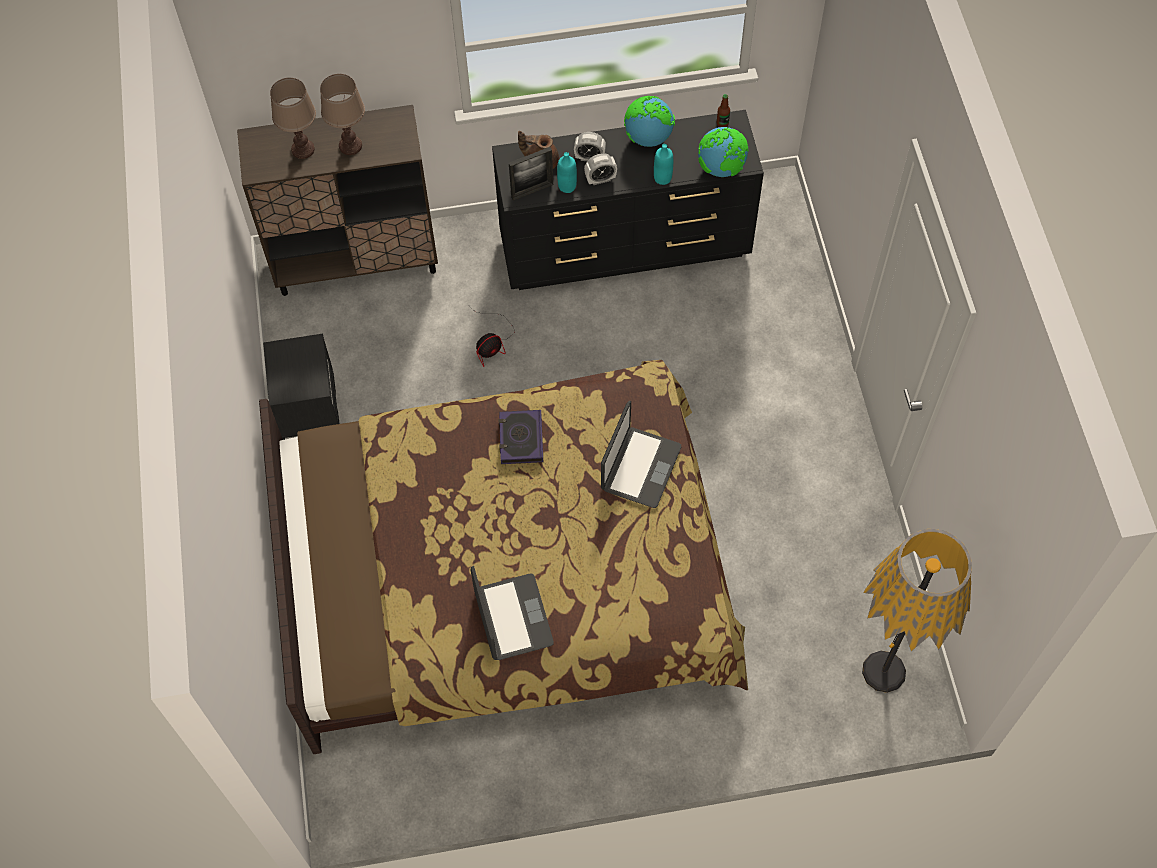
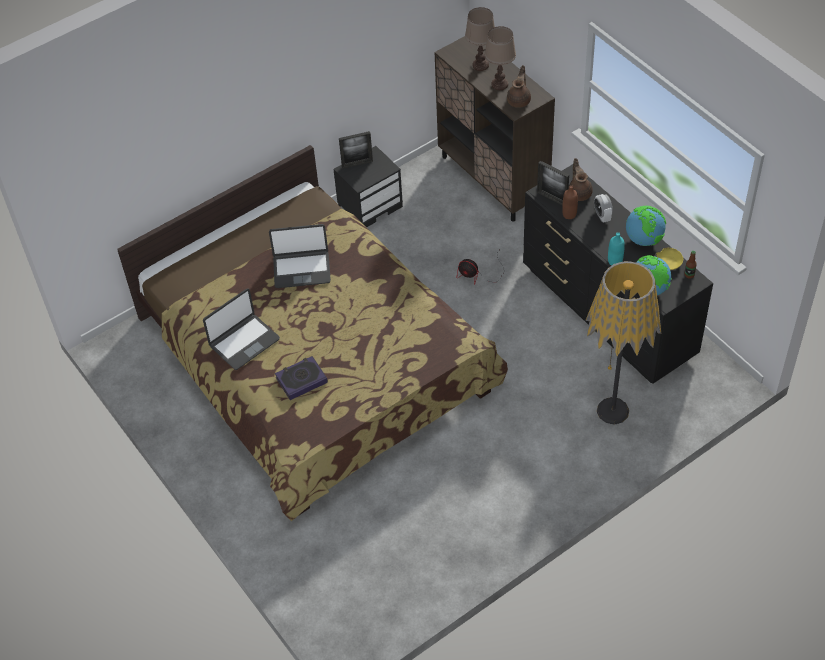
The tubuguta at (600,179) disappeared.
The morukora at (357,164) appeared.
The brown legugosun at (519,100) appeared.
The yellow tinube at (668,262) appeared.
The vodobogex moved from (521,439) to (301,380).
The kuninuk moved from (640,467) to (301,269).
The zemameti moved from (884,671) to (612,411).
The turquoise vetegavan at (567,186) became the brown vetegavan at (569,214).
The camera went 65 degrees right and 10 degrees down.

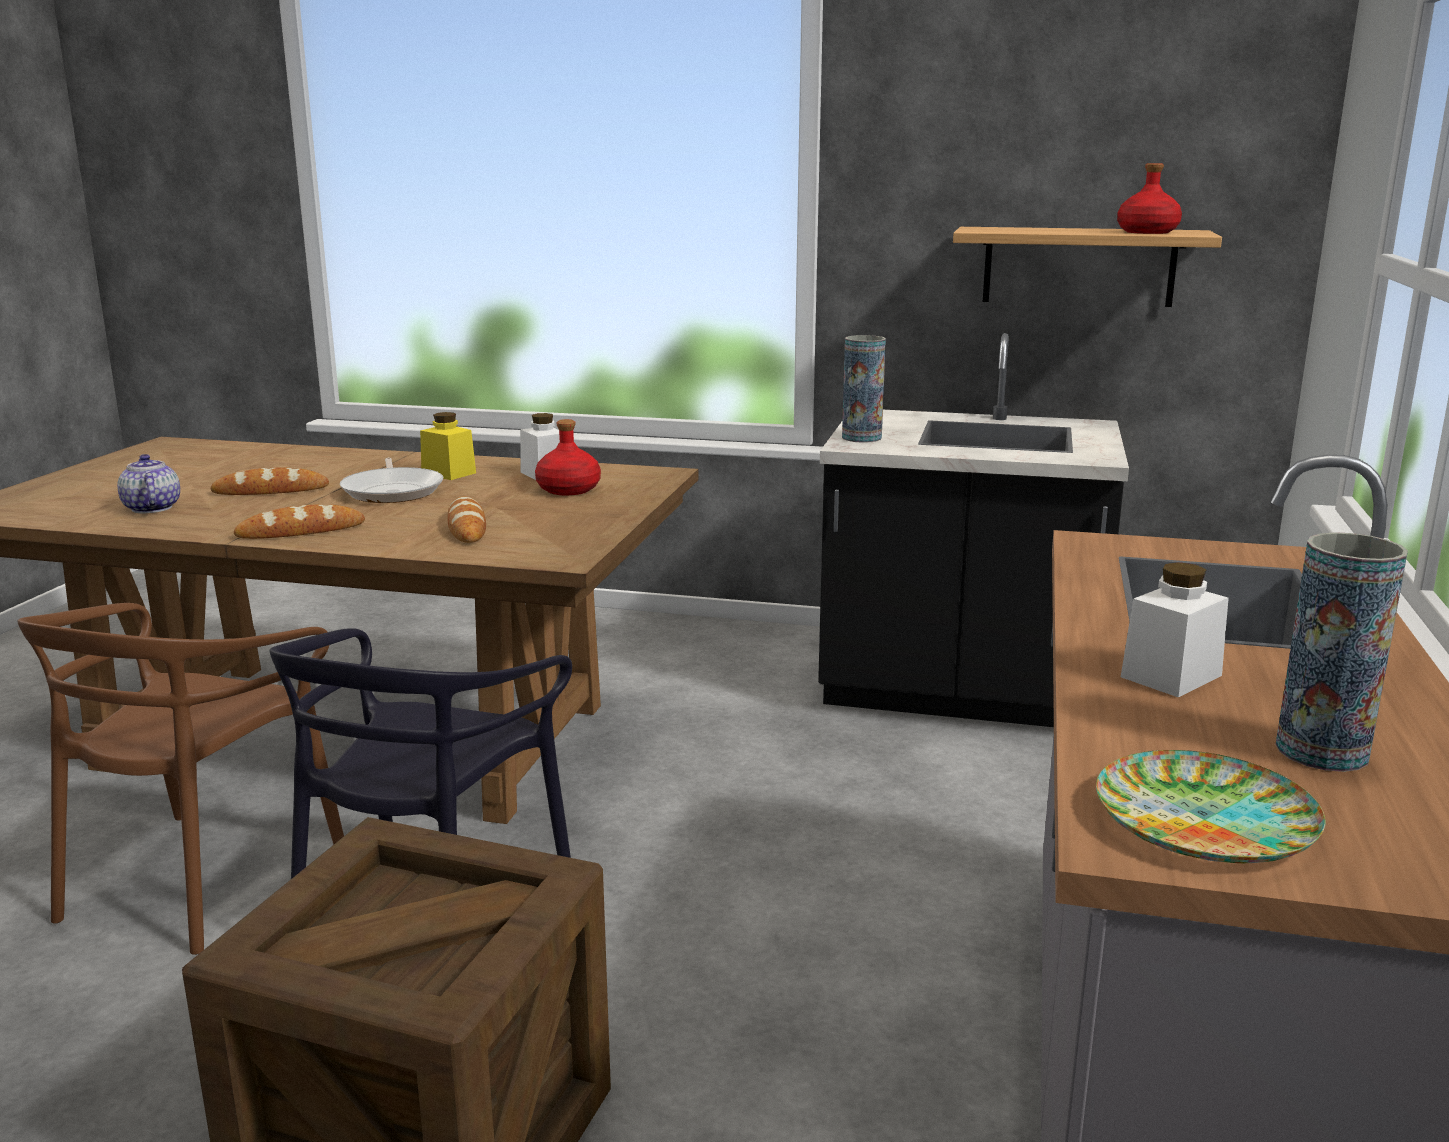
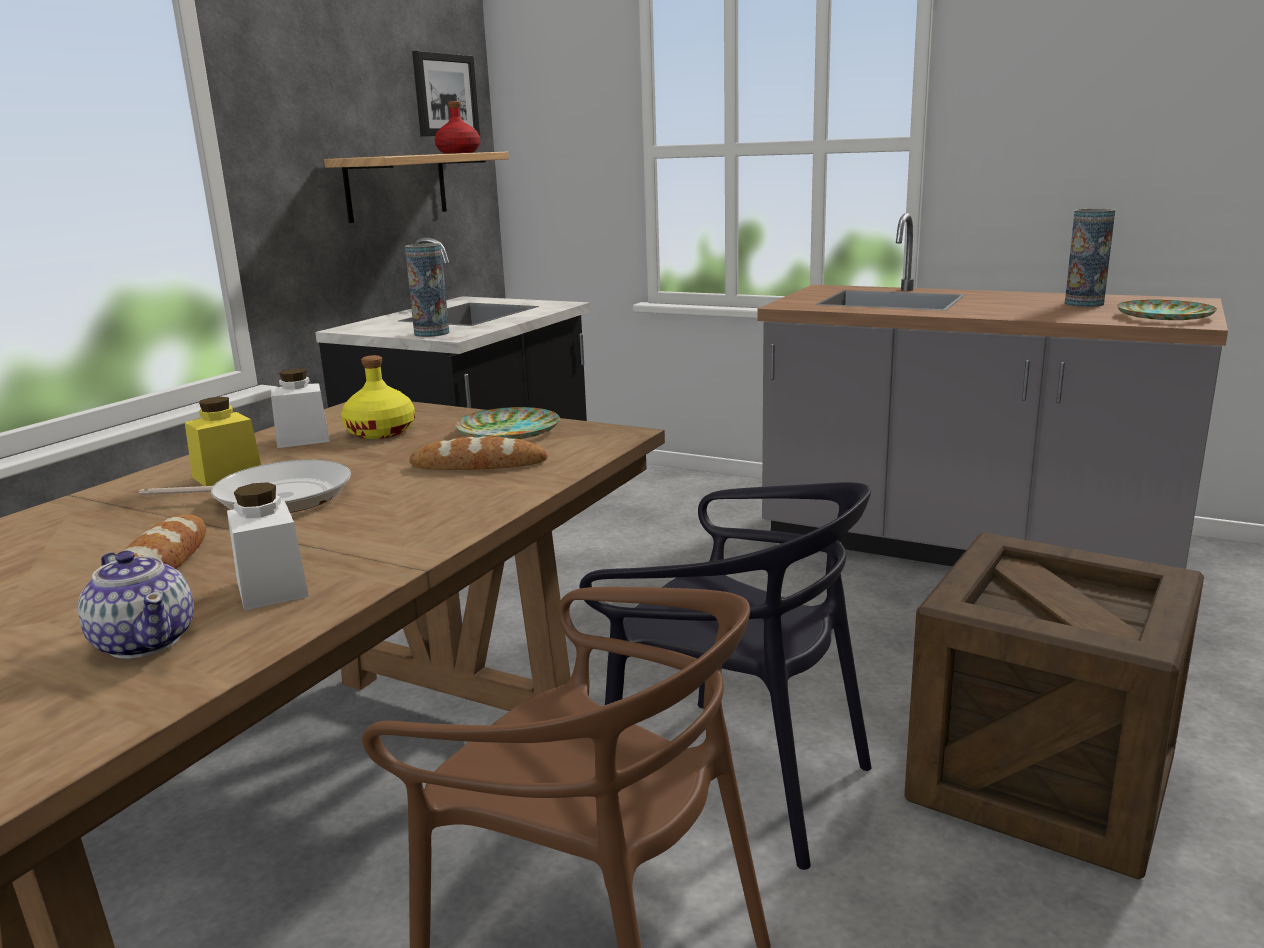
The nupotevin at (301,531) disappeared.
The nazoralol at (445,95) appeared.
The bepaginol at (508,431) appeared.
The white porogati moved from (1171,676) to (272,588).
The red vetegavan at (569,489) became the yellow vetegavan at (381,432).
The legugosun at (151,508) turned 120 degrees counterclockwise.
The camera went 75 degrees left and 0 degrees up.

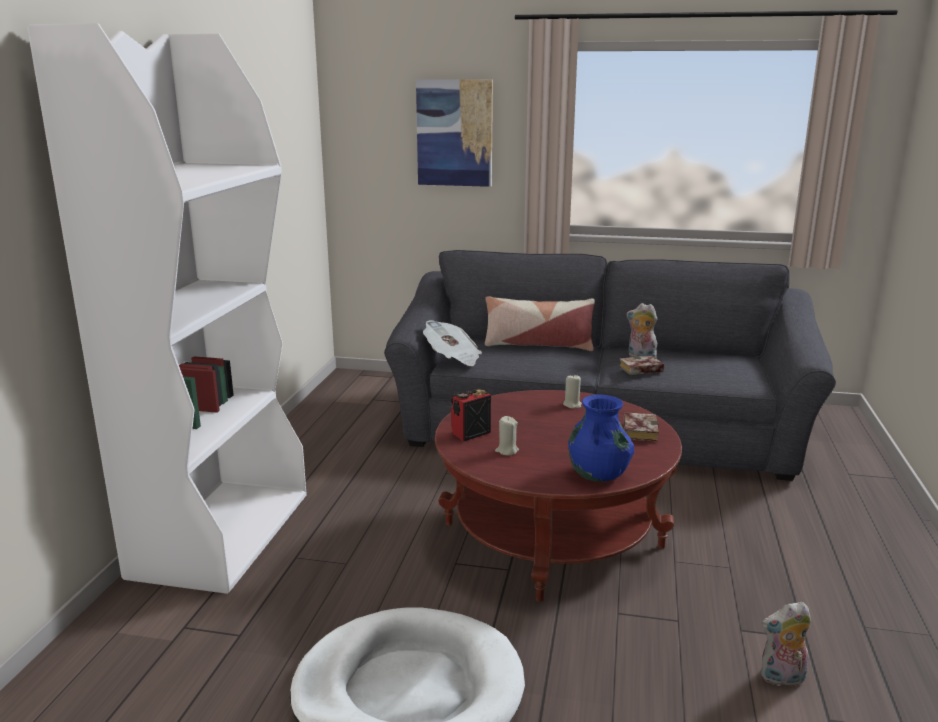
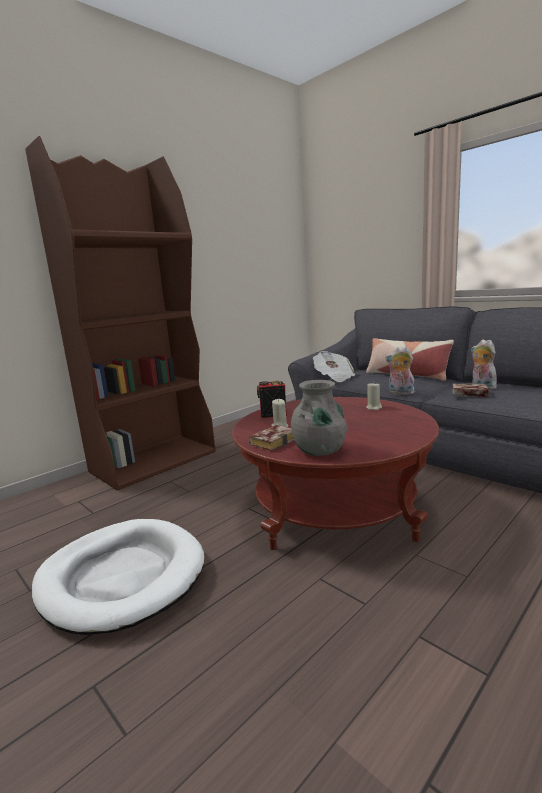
The nazoralol at (454,133) disappeared.
The vodobogex moved from (638,431) to (274,441).
The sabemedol moved from (782,678) to (400,393).
The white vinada at (222,533) became the brown vinada at (154,461).
The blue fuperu at (598,475) became the grey fuperu at (319,451).
The camera went 35 degrees right and 5 degrees down.

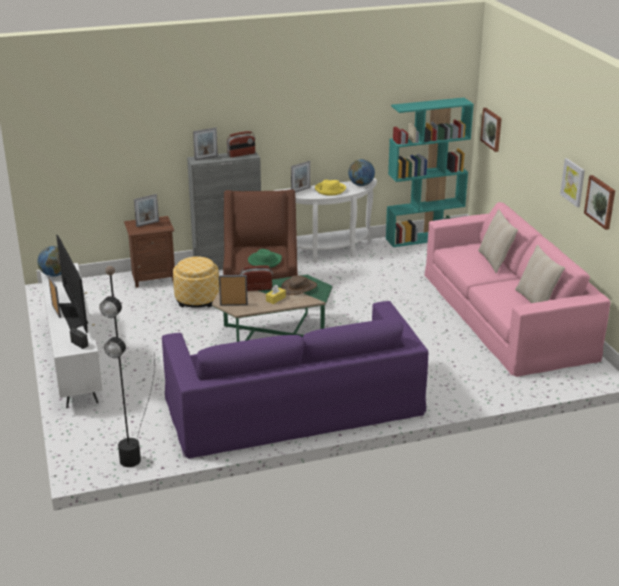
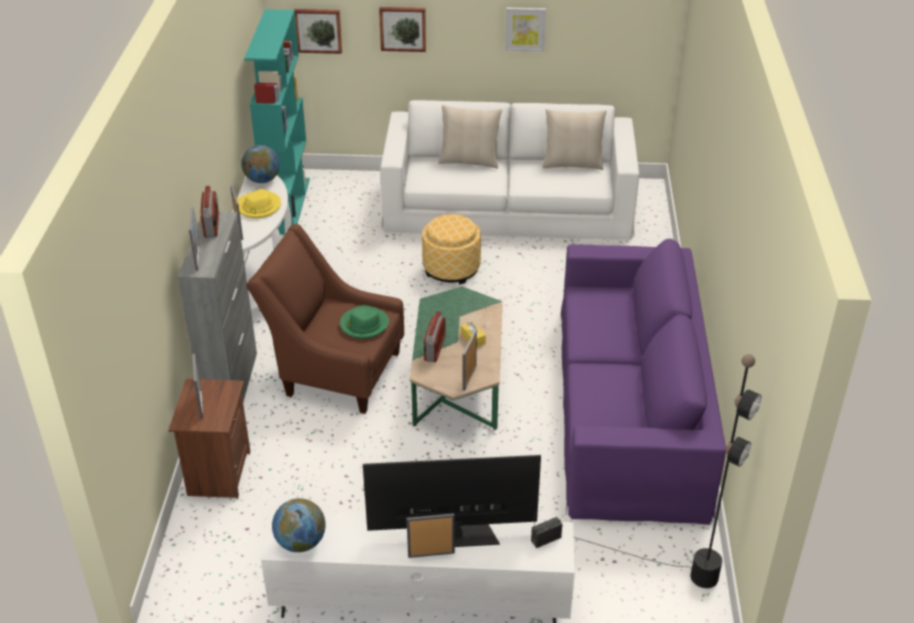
The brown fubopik at (299,288) disappeared.
The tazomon moved from (197,299) to (451,268).
The nazoralol moved from (600,202) to (403,28).
The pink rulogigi at (507,314) became the white rulogigi at (508,205).
The camera went 70 degrees left and 10 degrees up.

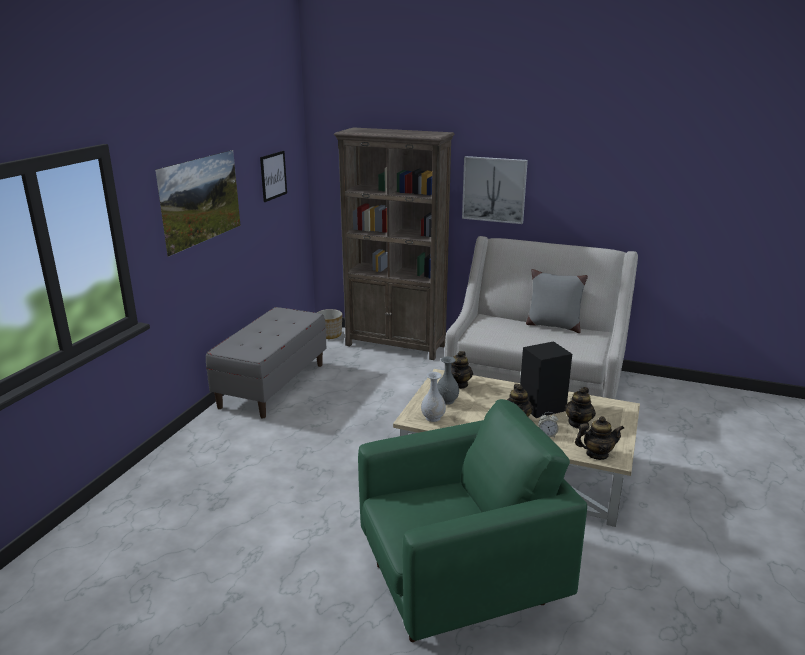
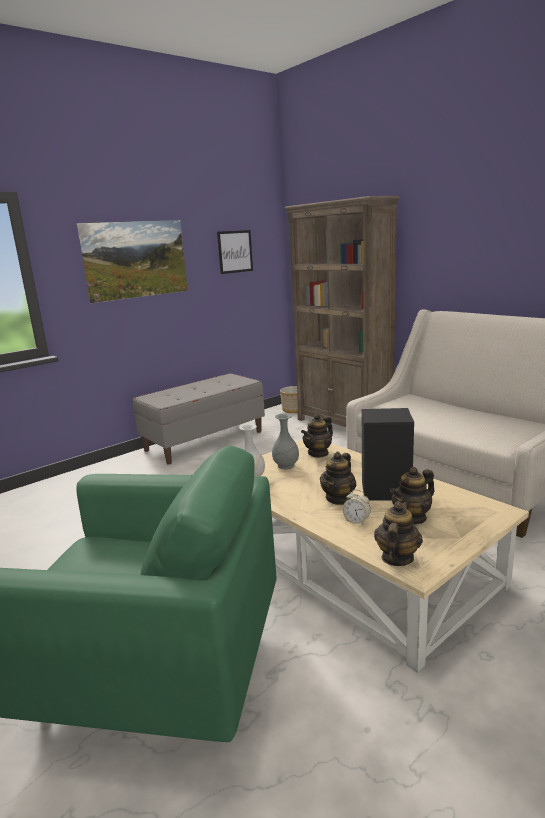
The nazoralol at (494,189) disappeared.
The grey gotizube at (553,326) disappeared.
The legugosun at (597,454) turned 90 degrees counterclockwise.
The camera went 30 degrees right and 5 degrees down.

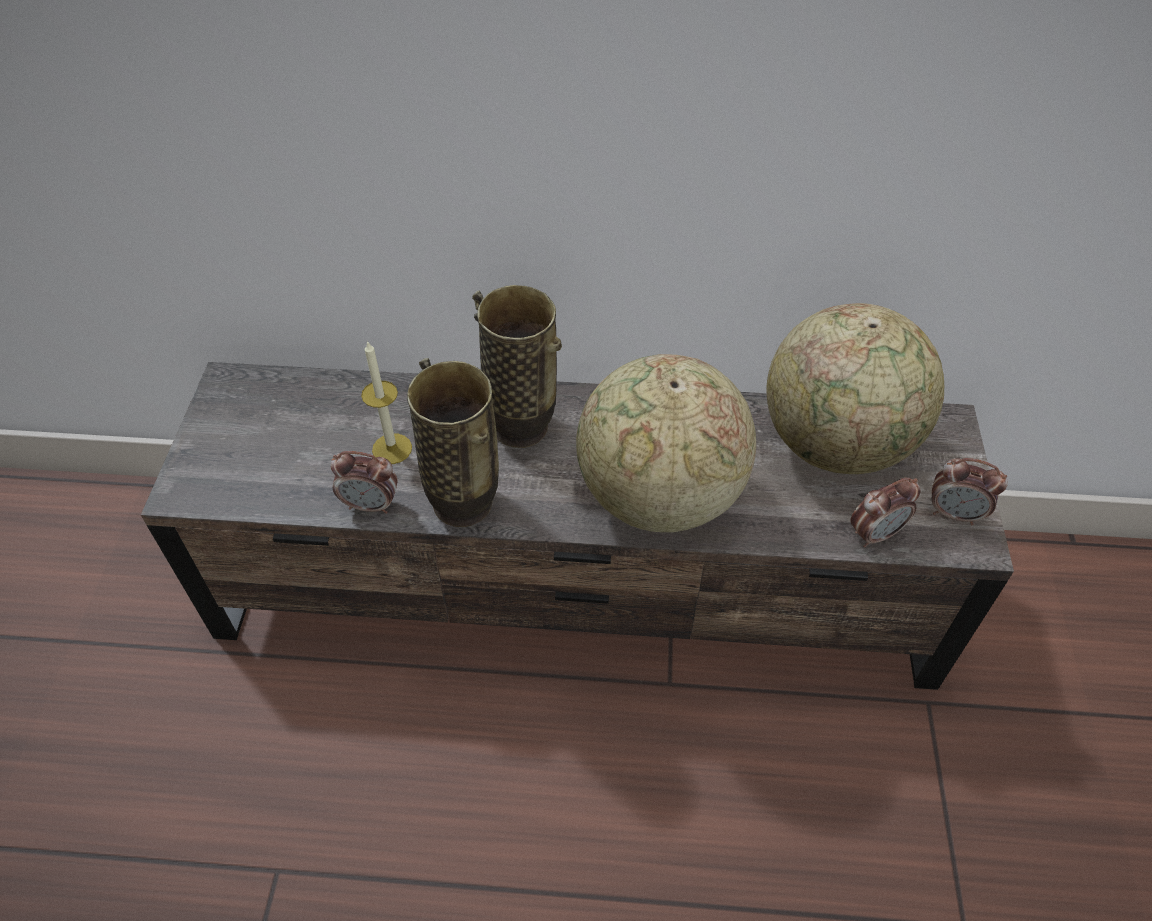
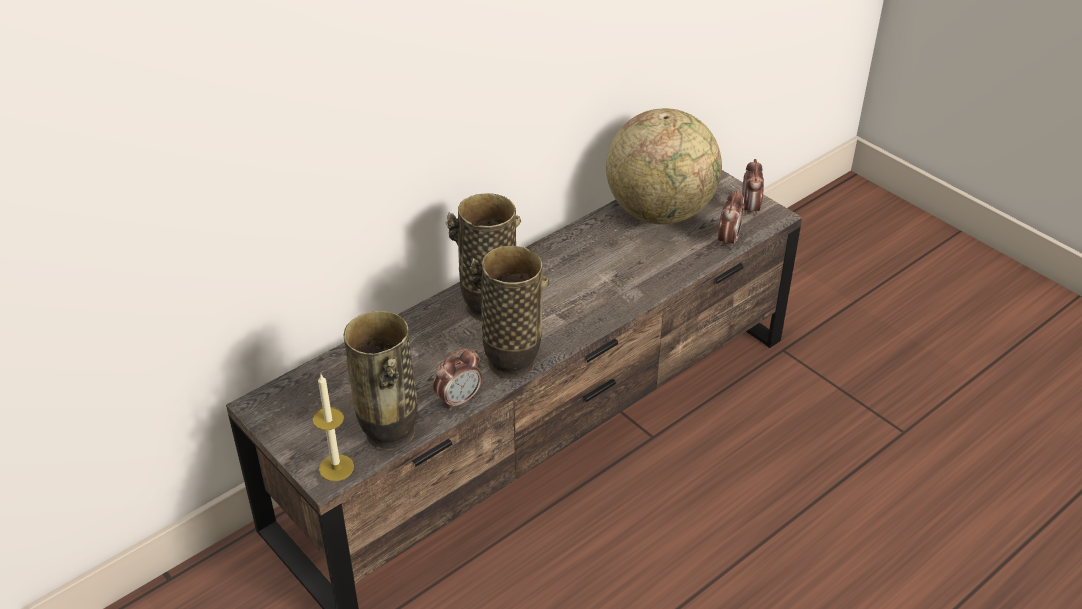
The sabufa at (658,497) disappeared.
The fuperu at (389,434) appeared.
The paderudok moved from (392,449) to (336,467).
The tubuguta at (954,513) turned 120 degrees clockwise.
The camera went 45 degrees left and 10 degrees down.

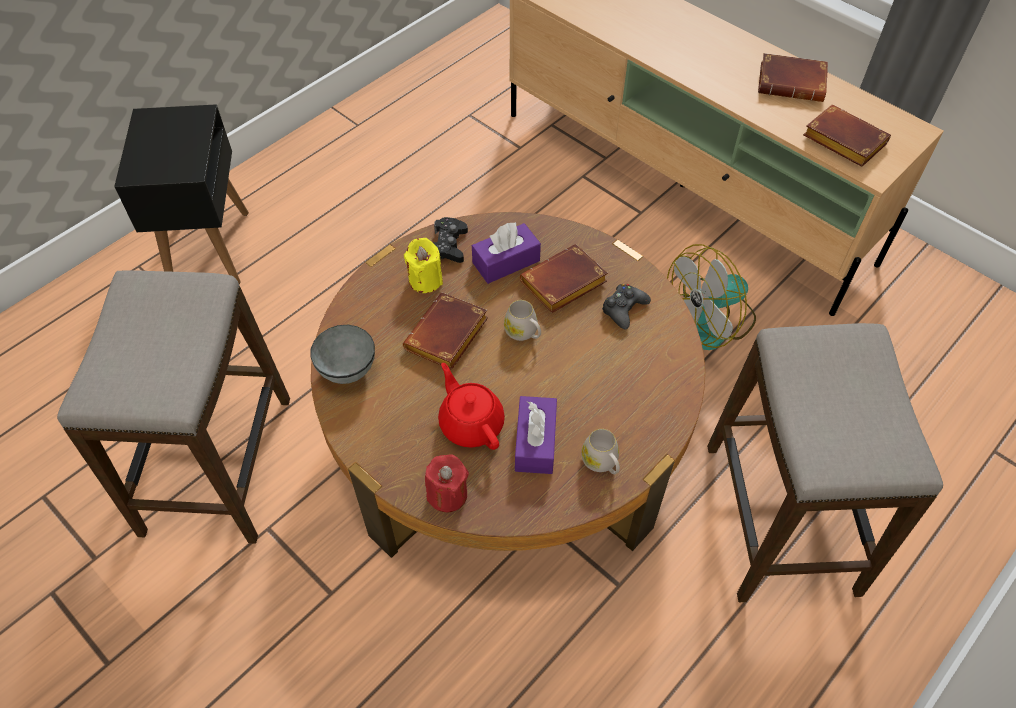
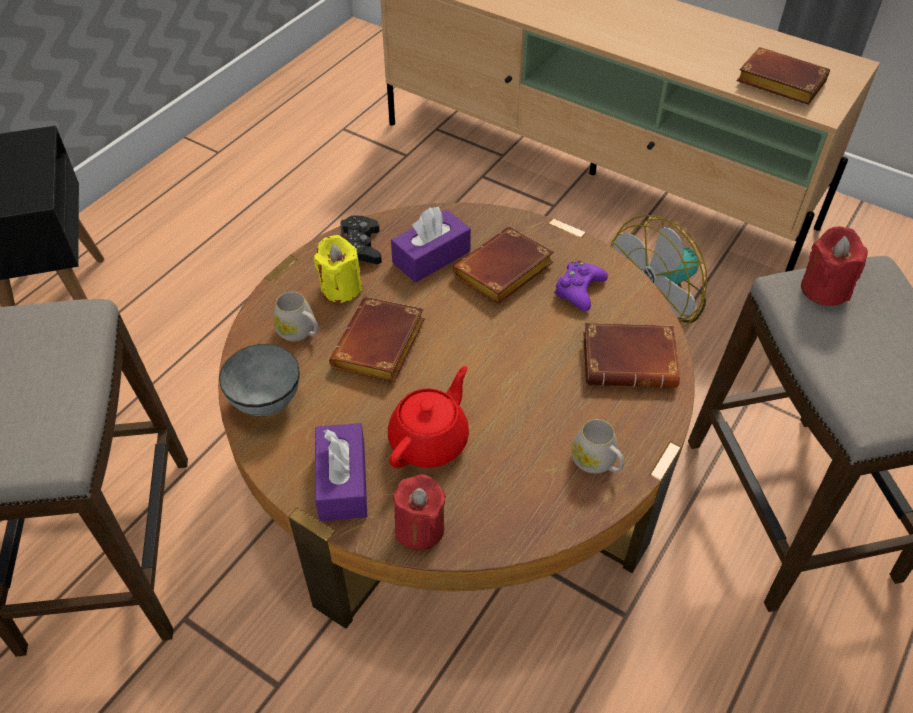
The red paderudok at (824,289) appeared.
The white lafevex moved from (524,333) to (300,332).
The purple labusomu moved from (535,442) to (342,481).
The brown vodobogex moved from (793,83) to (631,360).
The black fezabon at (623,309) became the purple fezabon at (579,290).
The red legugosun at (471,423) turned 75 degrees clockwise.
The camera went 10 degrees left and 5 degrees down.

